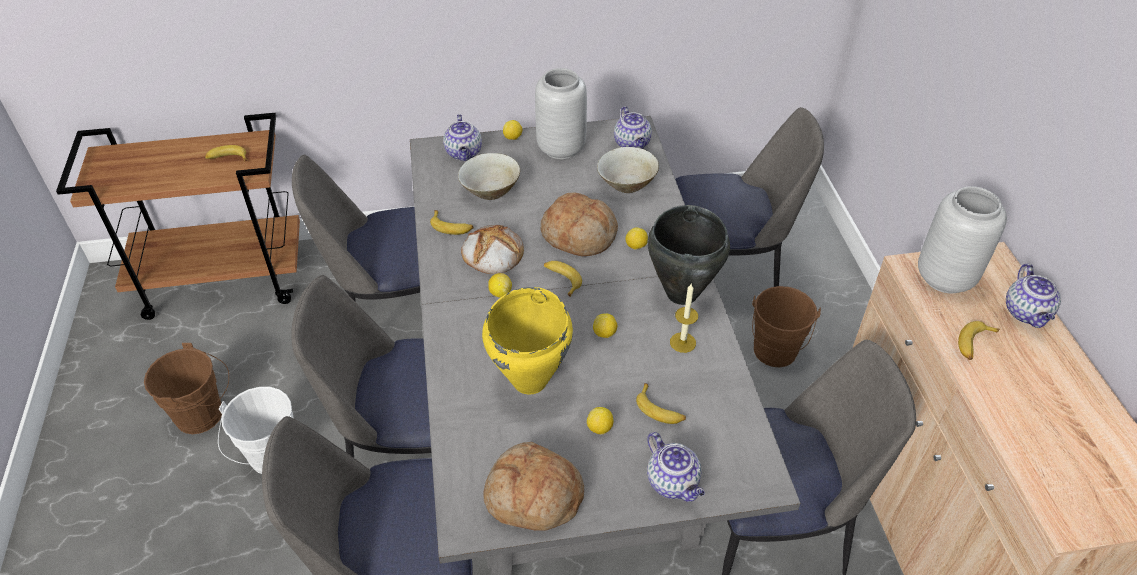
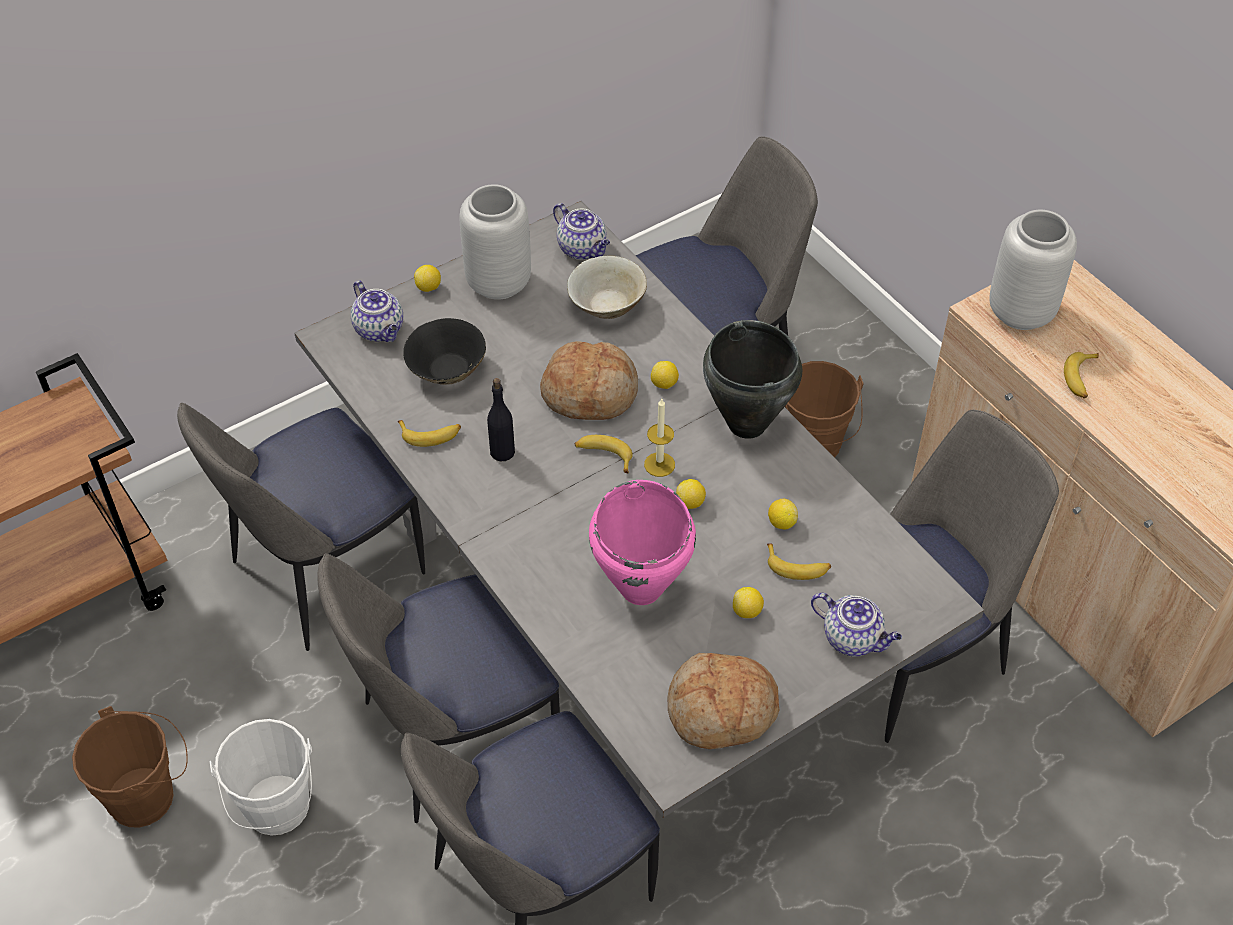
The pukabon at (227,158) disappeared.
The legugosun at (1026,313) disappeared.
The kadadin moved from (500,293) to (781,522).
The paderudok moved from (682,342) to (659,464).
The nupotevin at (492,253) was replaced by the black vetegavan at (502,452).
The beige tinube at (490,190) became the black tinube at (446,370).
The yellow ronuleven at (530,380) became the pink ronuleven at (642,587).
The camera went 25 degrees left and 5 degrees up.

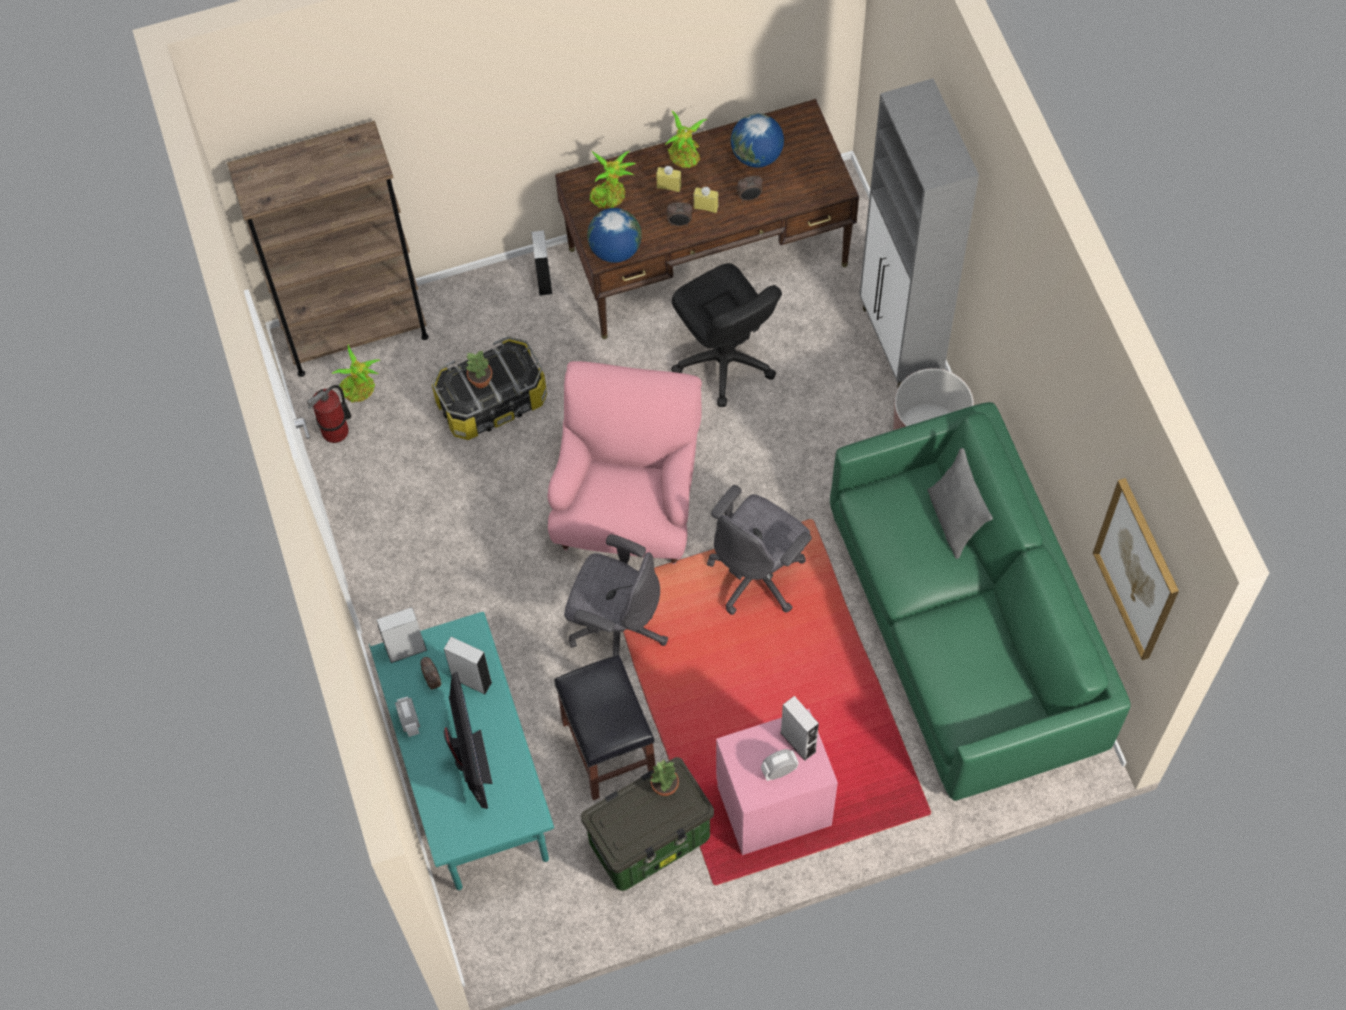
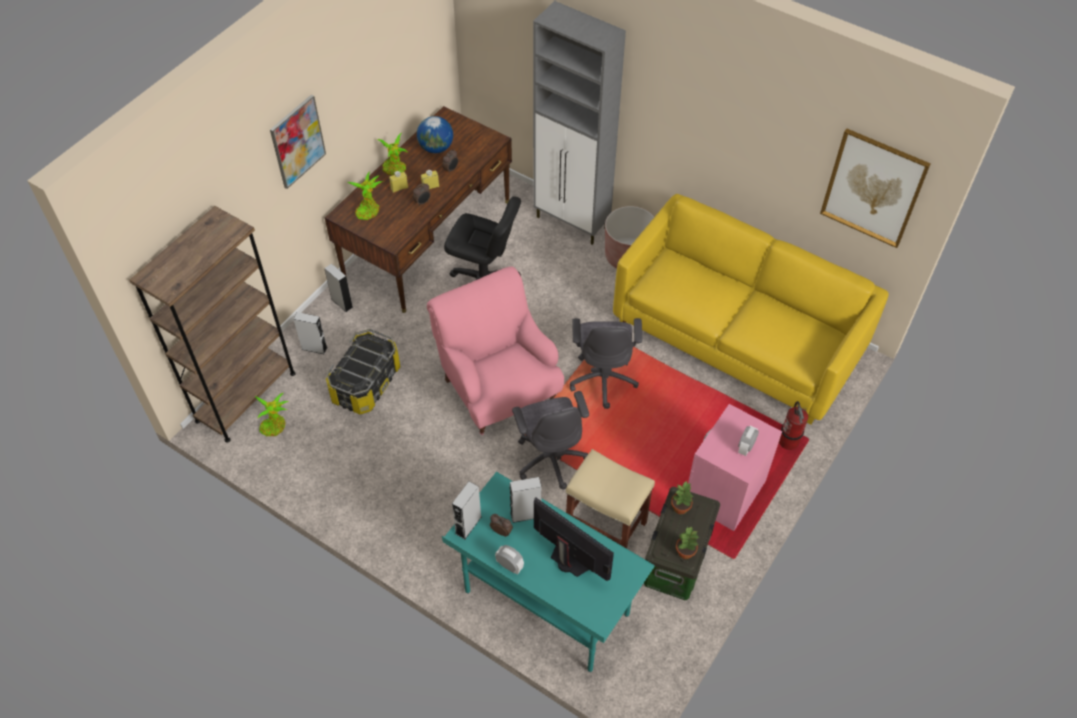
The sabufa at (615,249) disappeared.
The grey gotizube at (955,520) disappeared.
The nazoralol at (297,141) appeared.
The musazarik moved from (336,431) to (789,441).
The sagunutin moved from (480,380) to (685,552).
The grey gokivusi moved from (798,742) to (314,348).
The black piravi at (610,750) became the beige piravi at (607,526).
The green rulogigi at (965,632) became the yellow rulogigi at (738,338).
The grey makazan at (617,628) turned 90 degrees clockwise.
The camera went 40 degrees left and 10 degrees down.

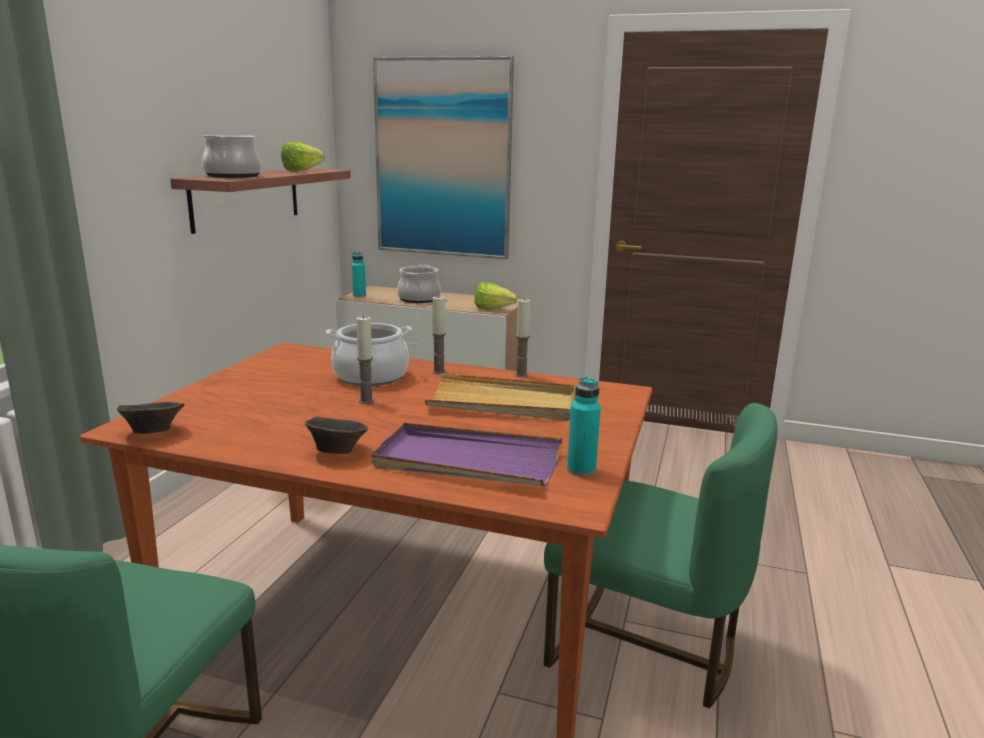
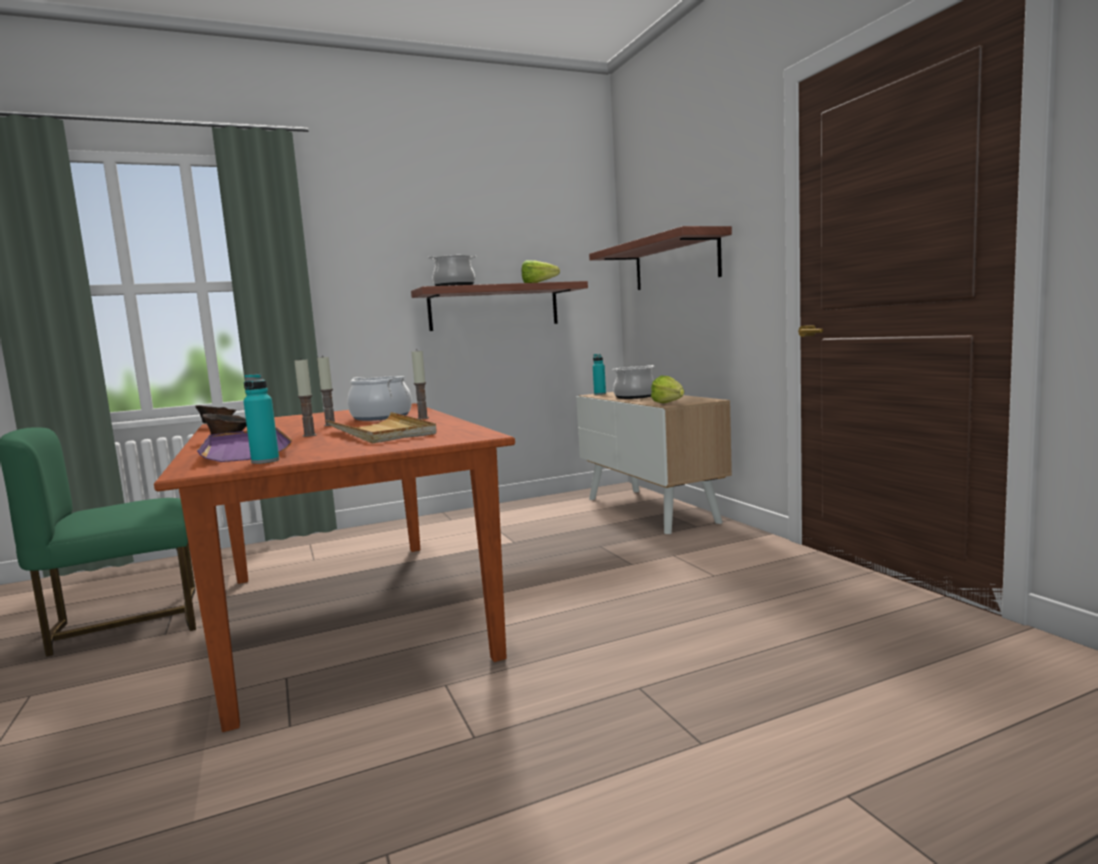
The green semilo at (645,646) disappeared.
The paderudok moved from (521,375) to (309,435).
The nazoralol at (442,159) was replaced by the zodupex at (675,262).
The camera went 50 degrees right and 10 degrees down.

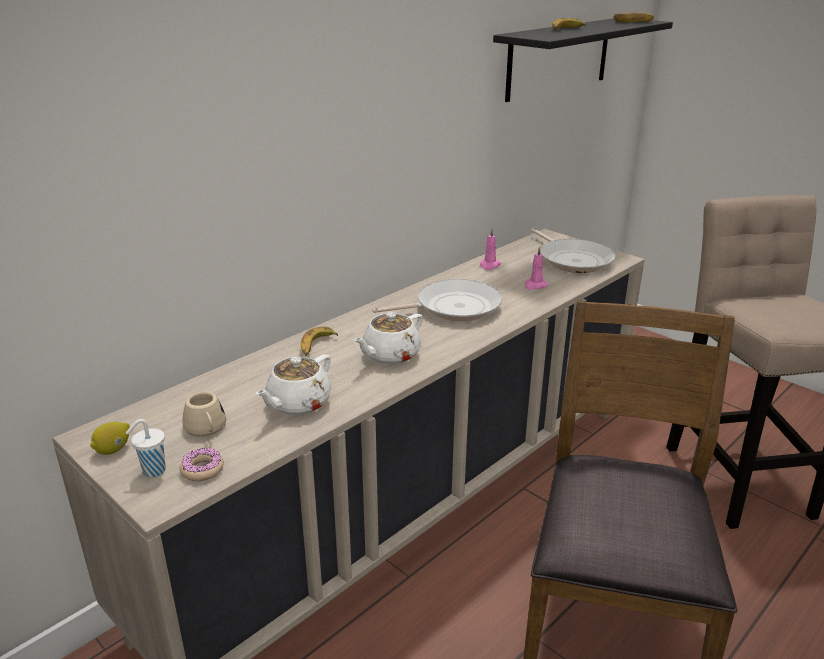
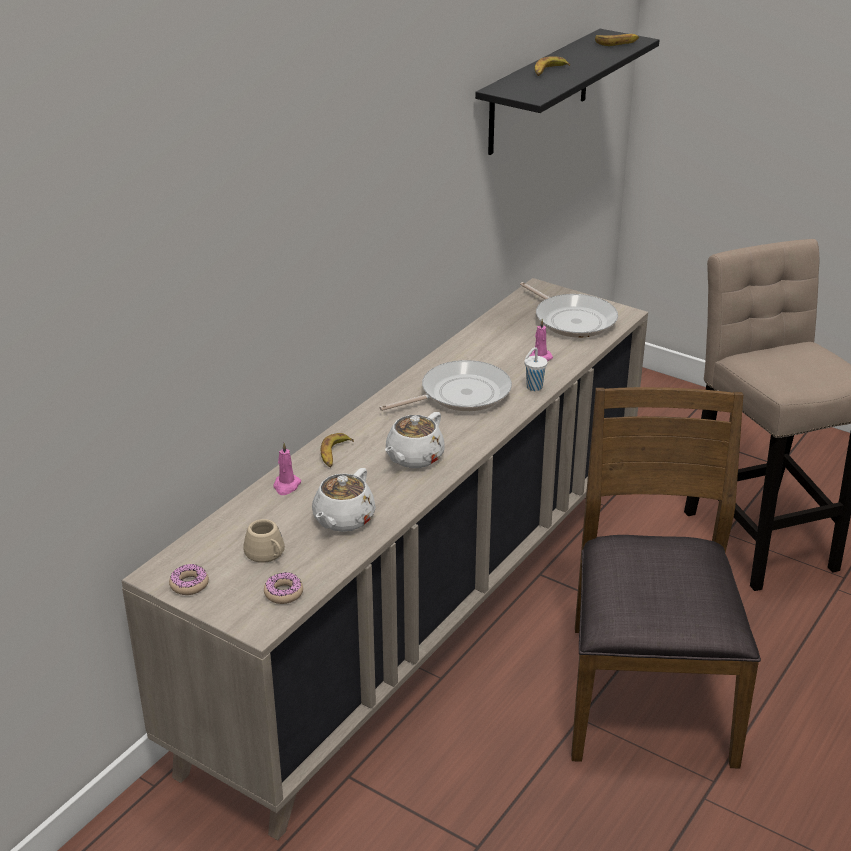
The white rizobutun moved from (152,471) to (533,387).
The pink paderudok moved from (489,265) to (286,486).
The kadadin at (113,450) was replaced by the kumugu at (189,584).
The camera went 10 degrees left and 5 degrees up.

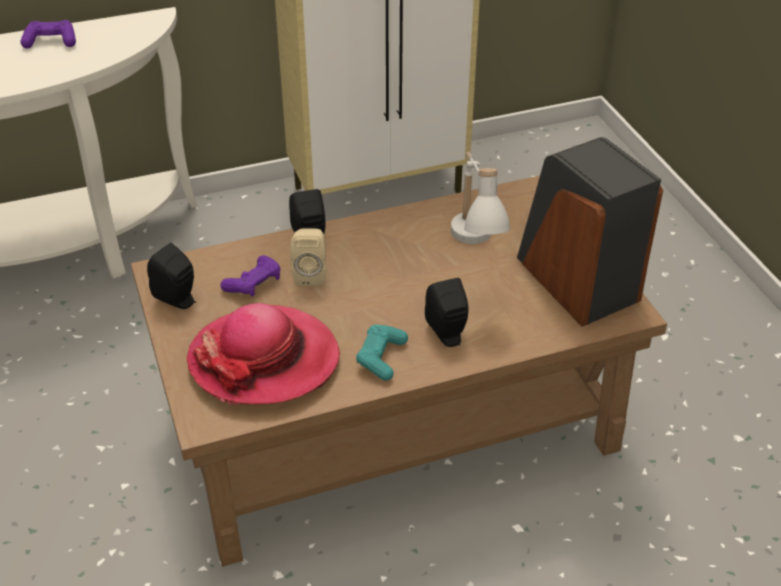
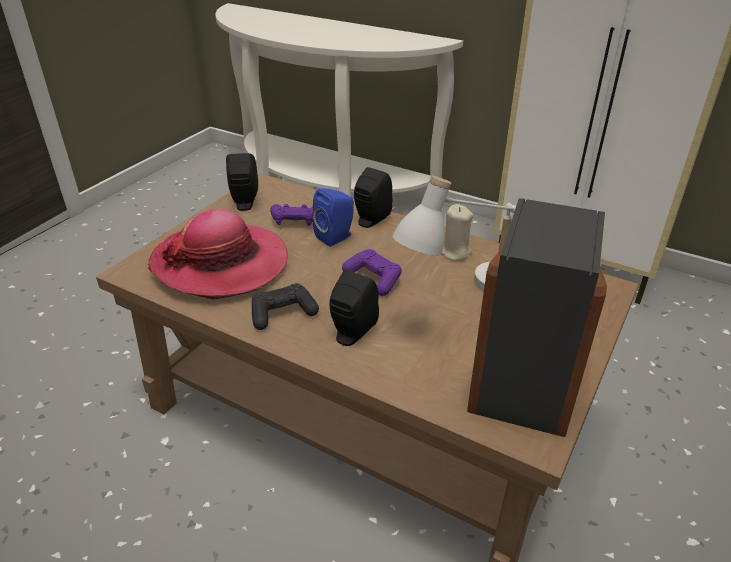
The beige paderudok at (454,252) appeared.
The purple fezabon moved from (51,42) to (373,278).
The beige gokivusi at (311,274) became the blue gokivusi at (336,237).
The turquoise fezabon at (381,357) became the black fezabon at (283,313).
The camera went 50 degrees right and 5 degrees down.

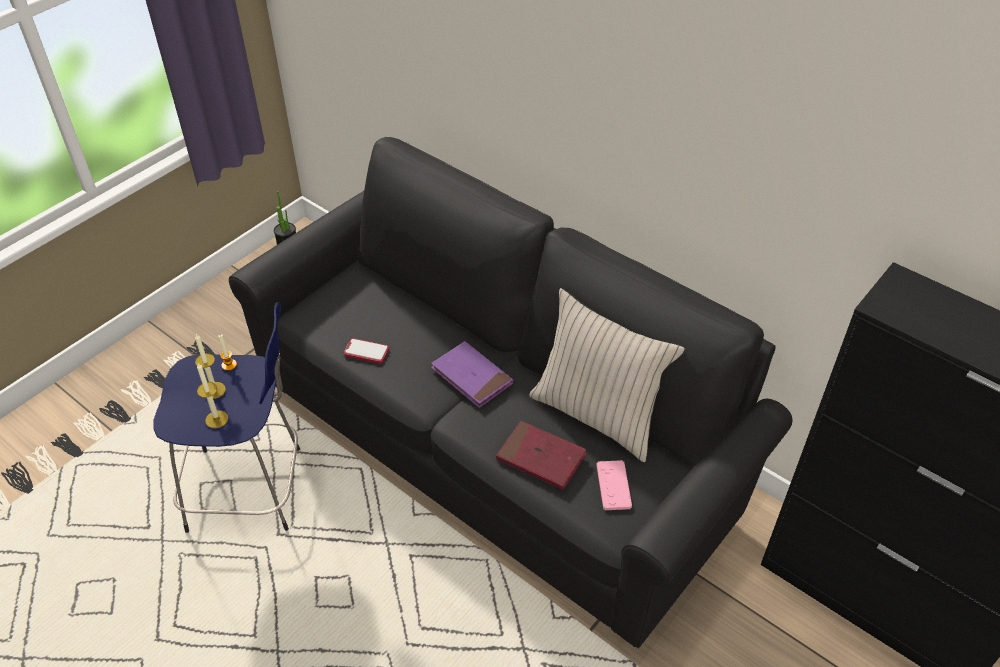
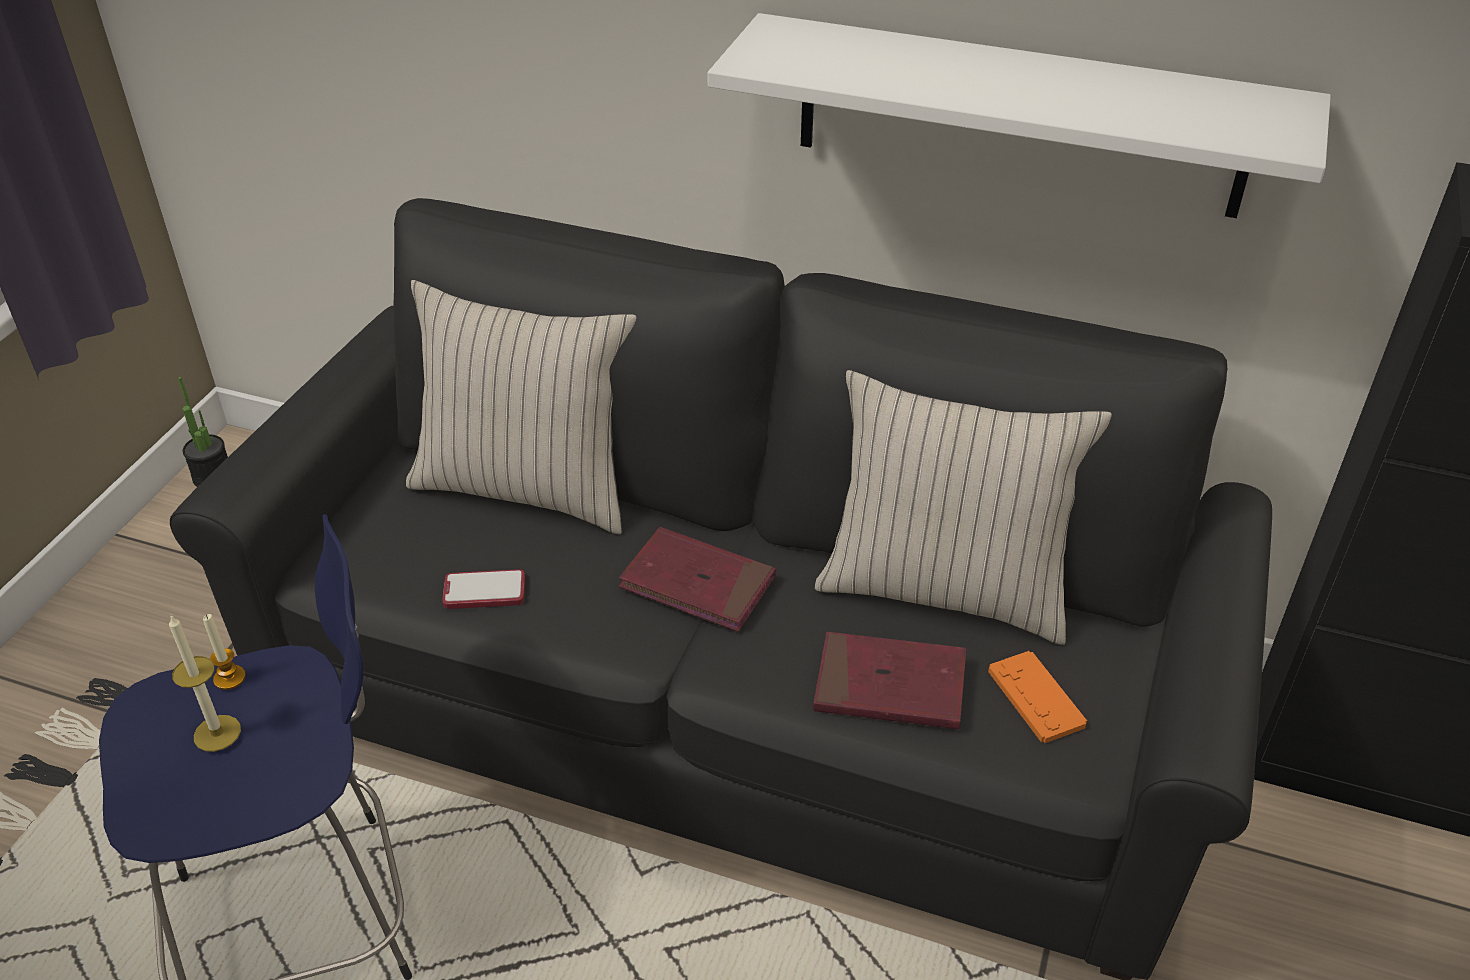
The paderudok at (216,419) disappeared.
The beige gotizube at (527,487) appeared.
The white zodupex at (1019,116) appeared.
The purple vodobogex at (472,377) became the red vodobogex at (697,584).
The pink fezabon at (613,486) became the orange fezabon at (1036,698).
The camera went 20 degrees left and 5 degrees down.

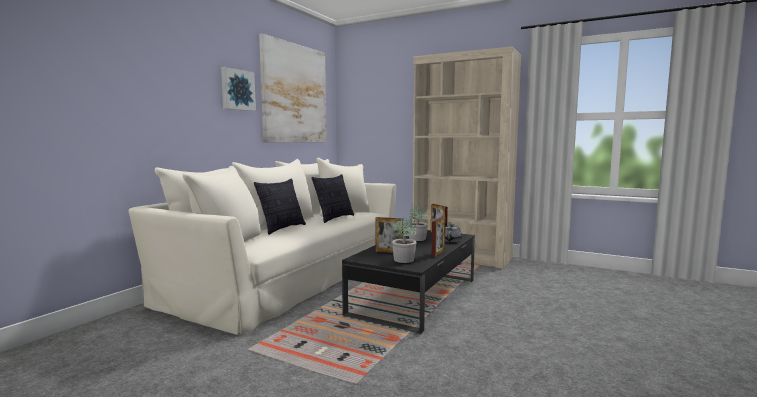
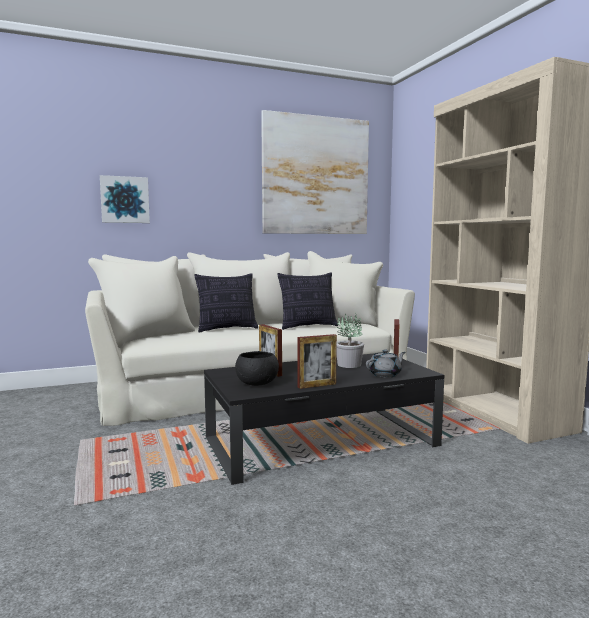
The nazoralol moved from (237,90) to (124,200).
The sagunutin at (404,260) was replaced by the black tinube at (257,383).
The camera went 40 degrees right and 0 degrees up.

